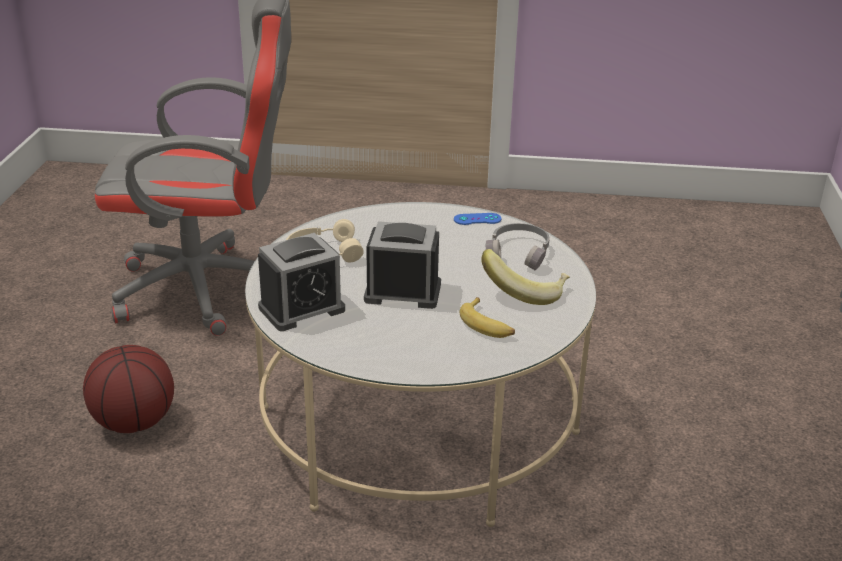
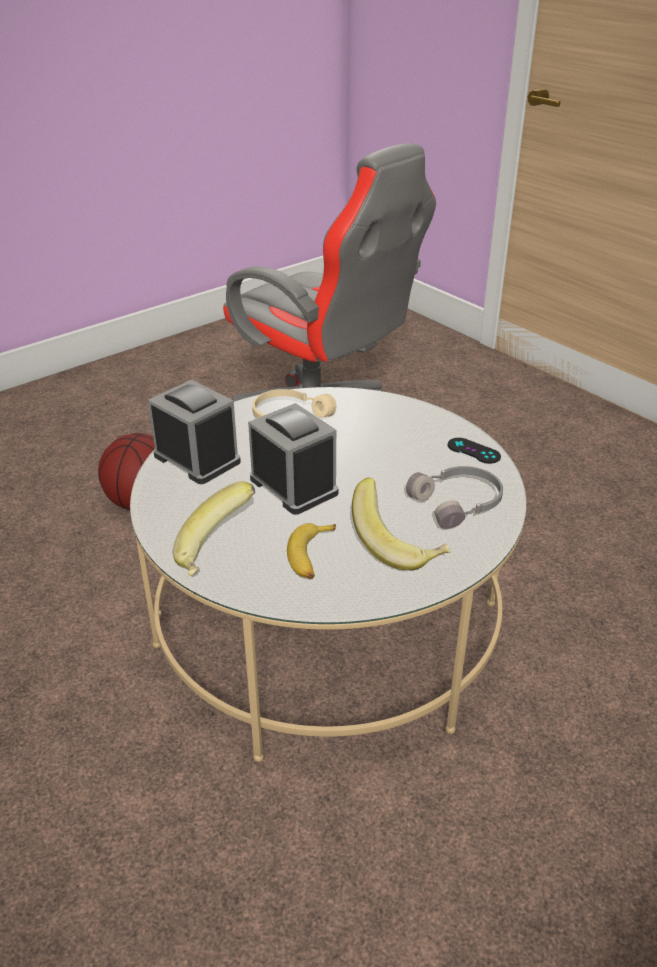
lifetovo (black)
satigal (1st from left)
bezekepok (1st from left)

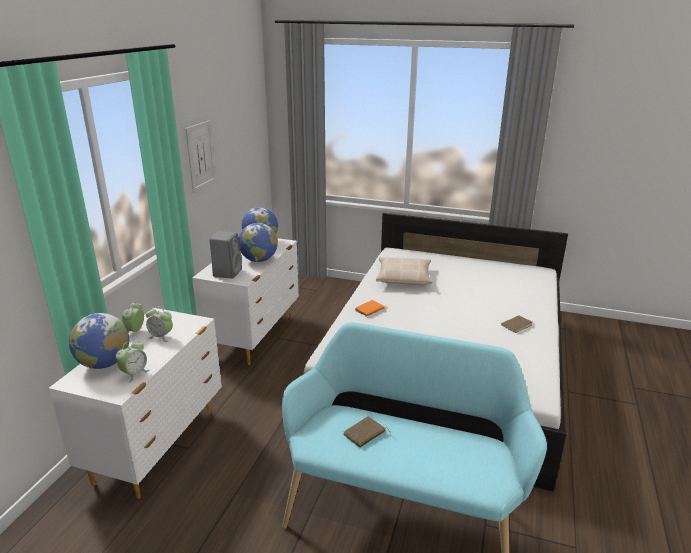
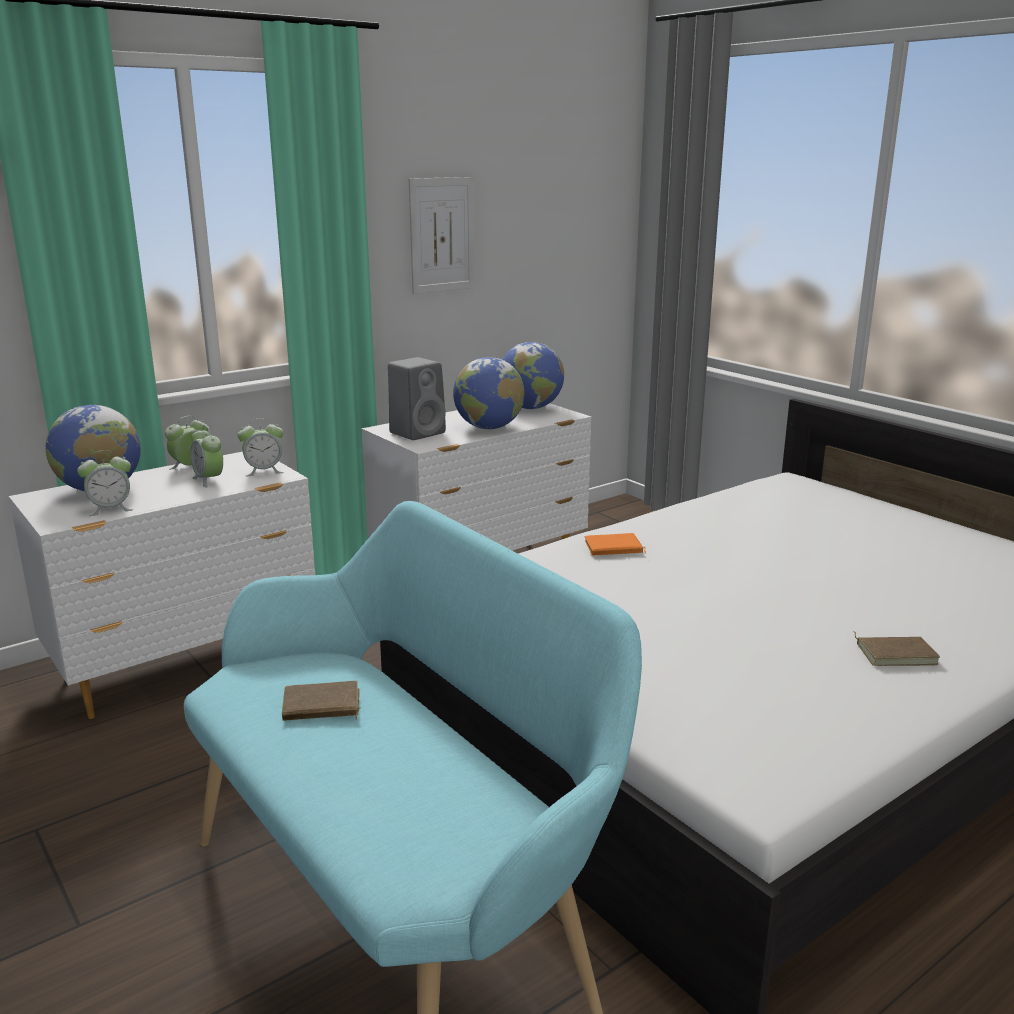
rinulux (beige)
satigal (4th from left)

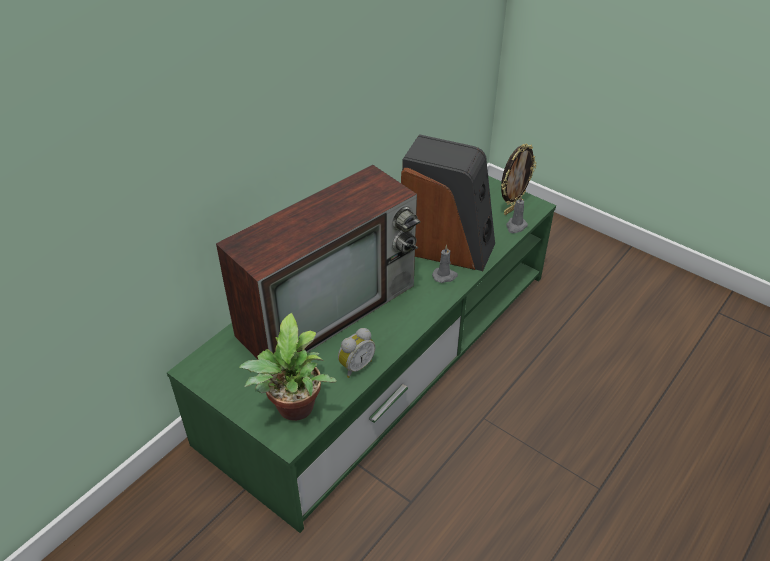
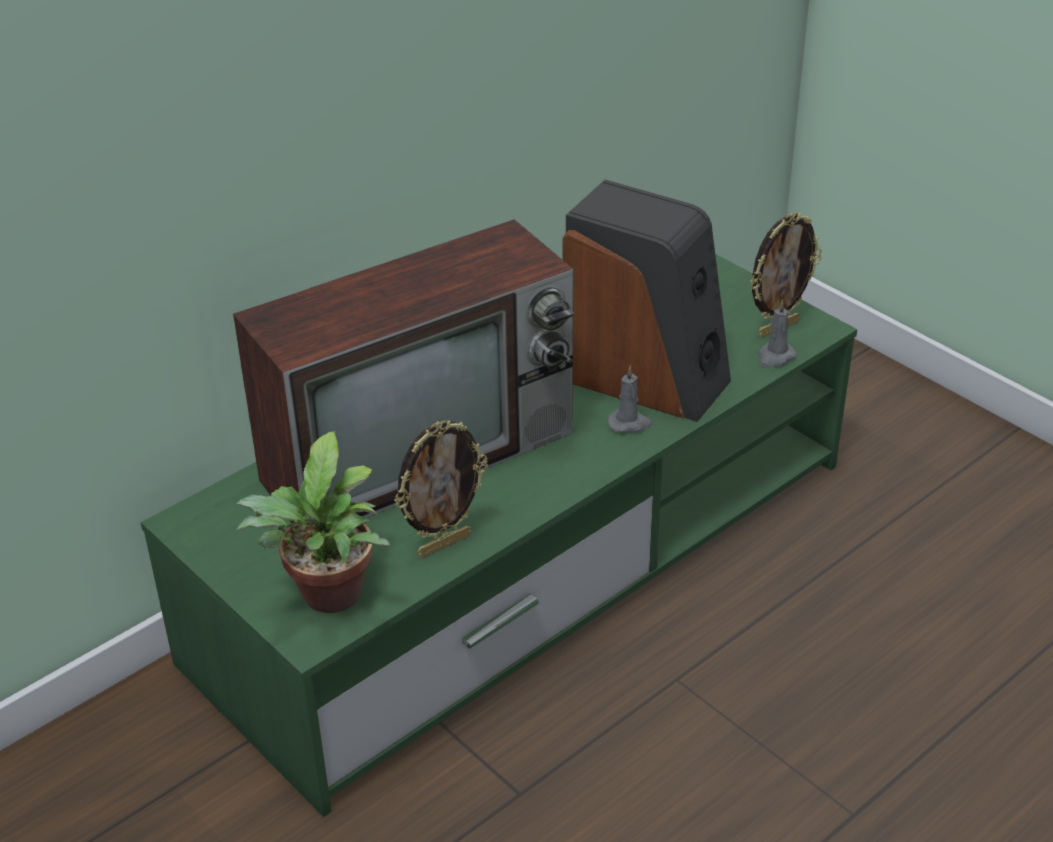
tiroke (1st from left)

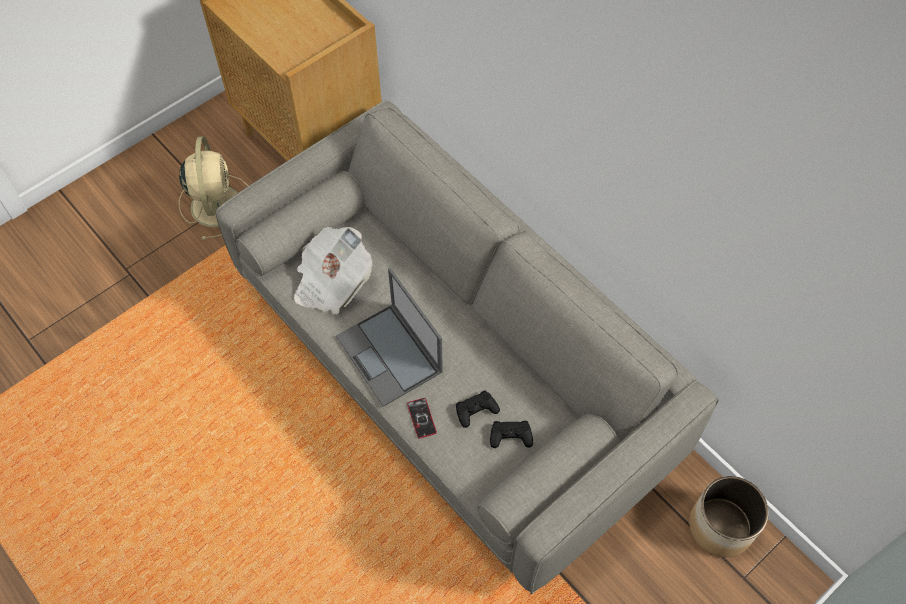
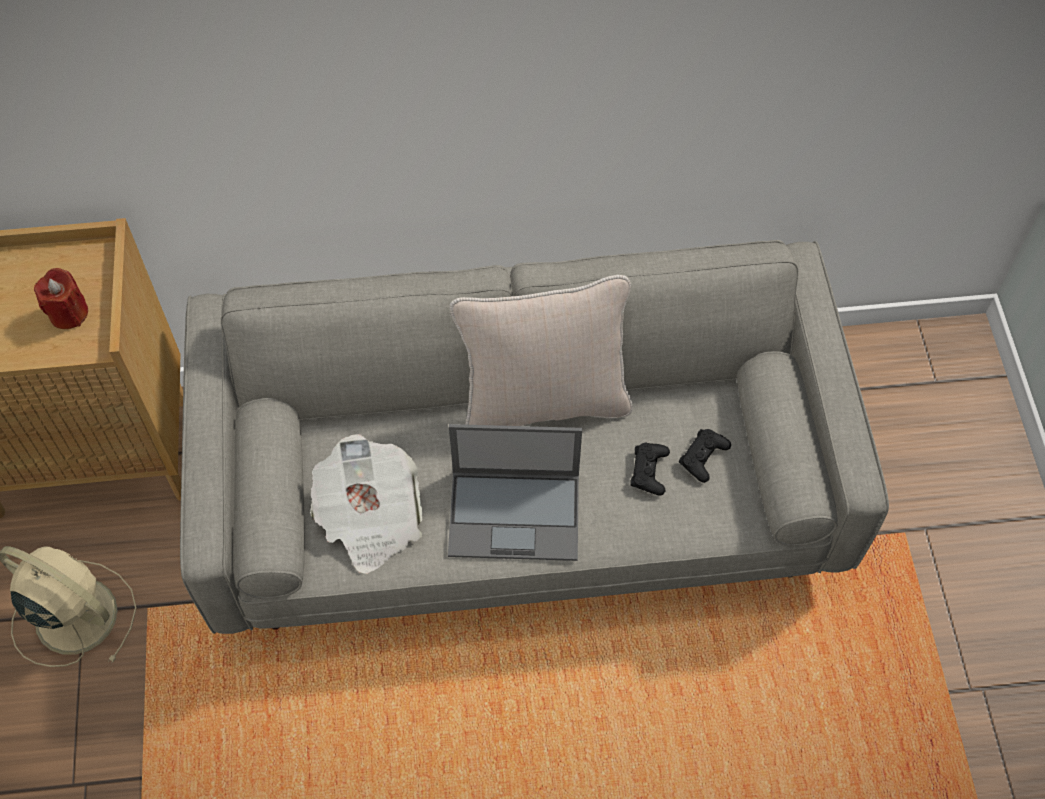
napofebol
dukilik
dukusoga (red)
rinulux (beige)

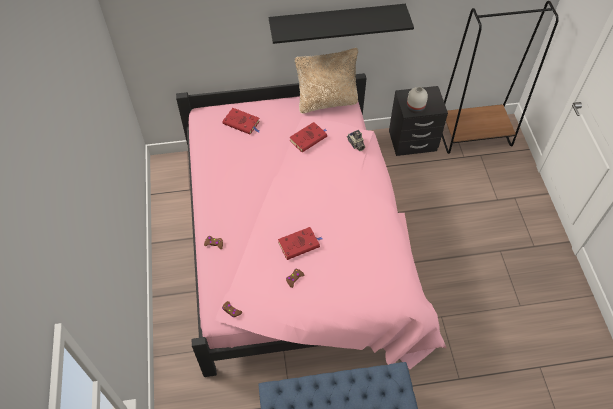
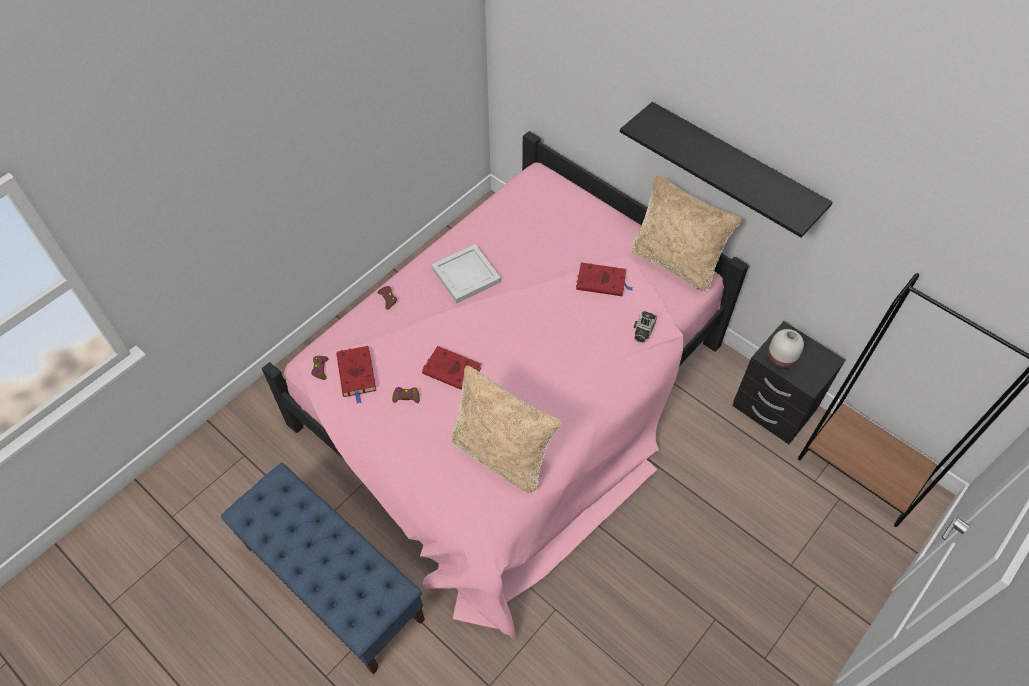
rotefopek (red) (1st from left)
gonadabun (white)
rinulux (beige) (1st from left)

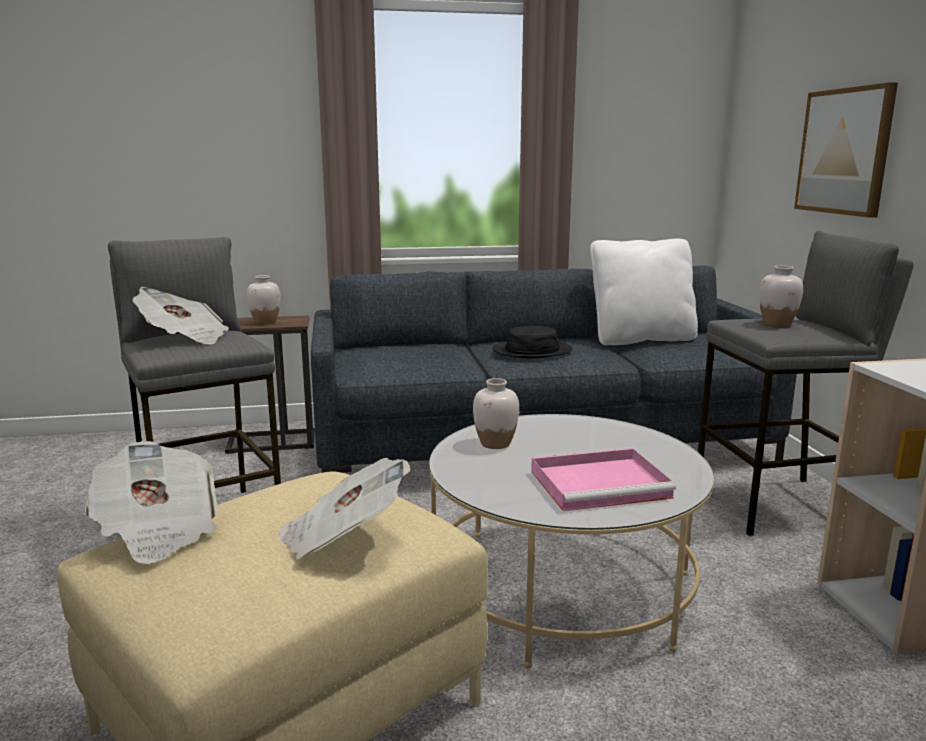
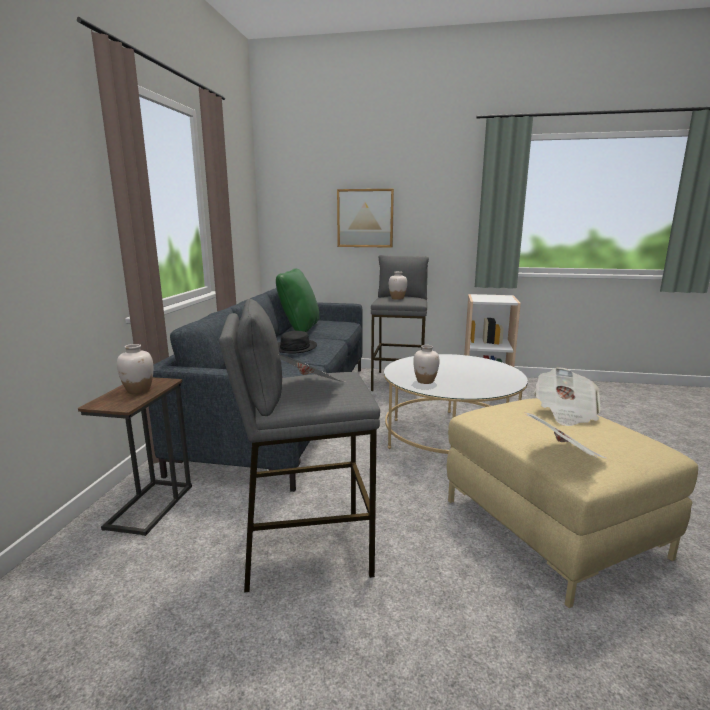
rinulux (green)
gonadabun (pink)

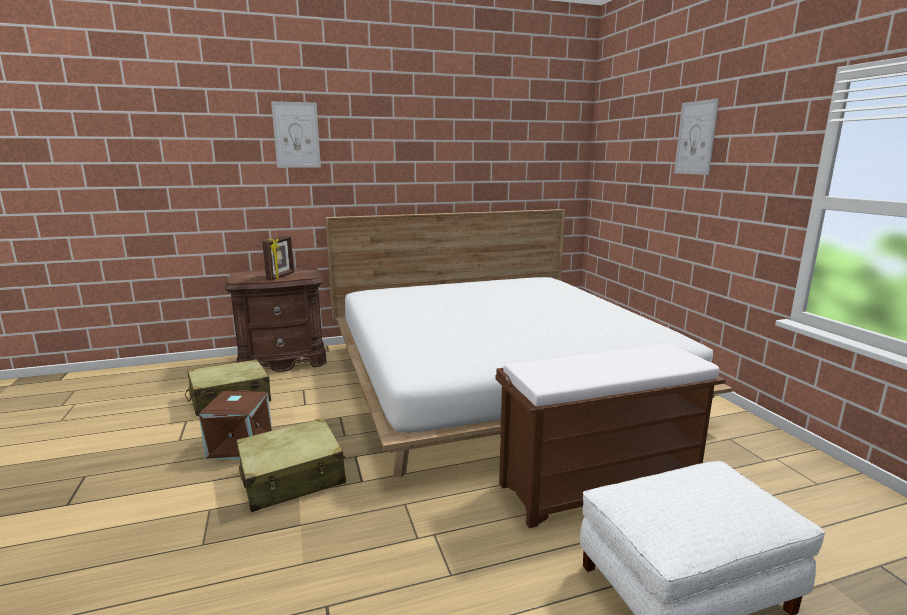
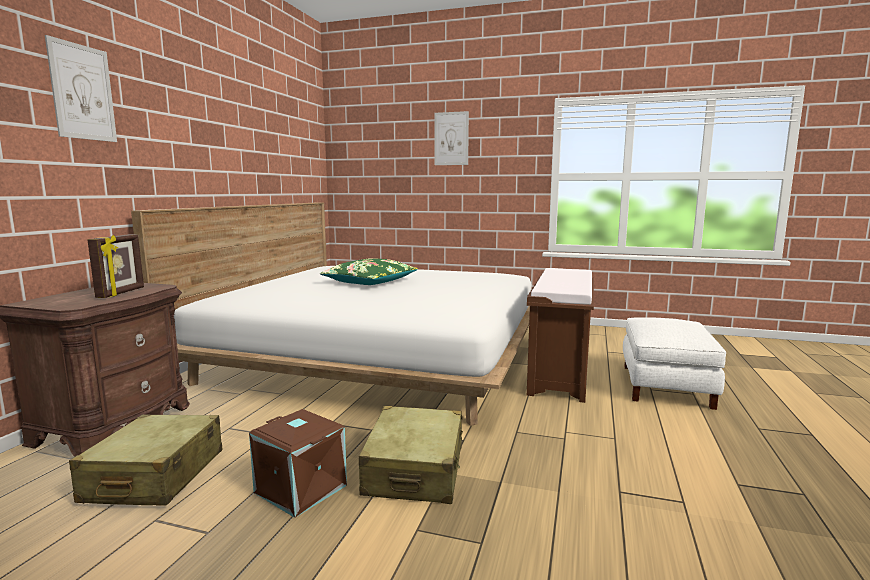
tiroke
rinulux (green)

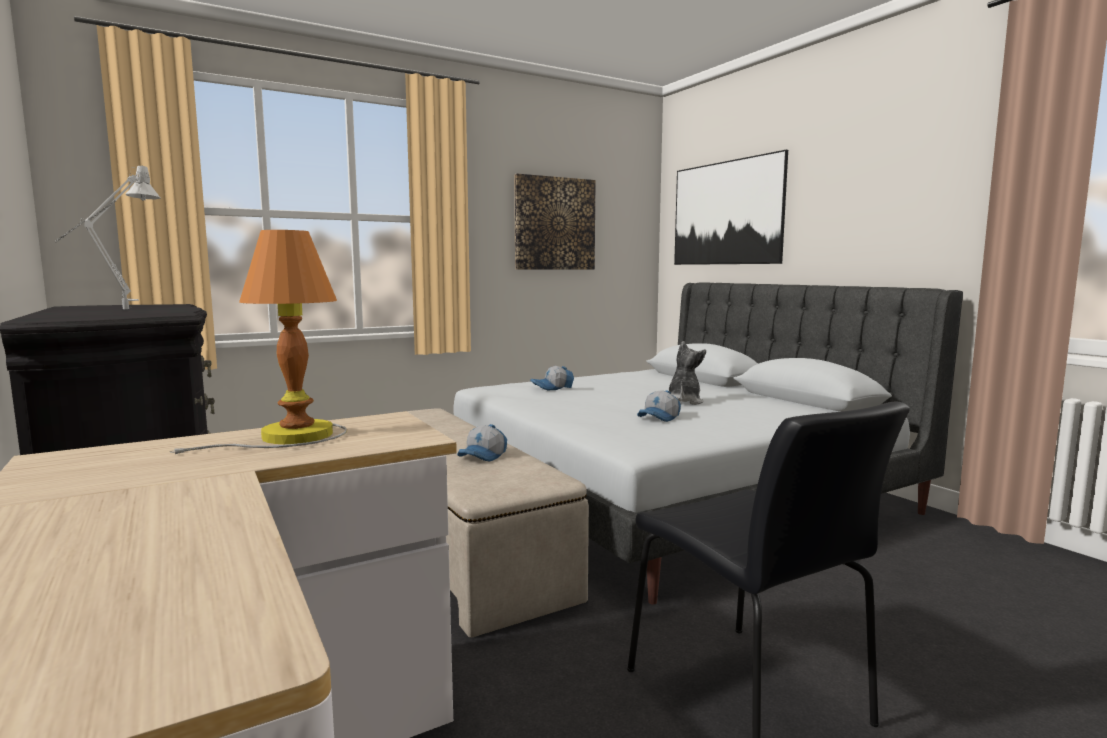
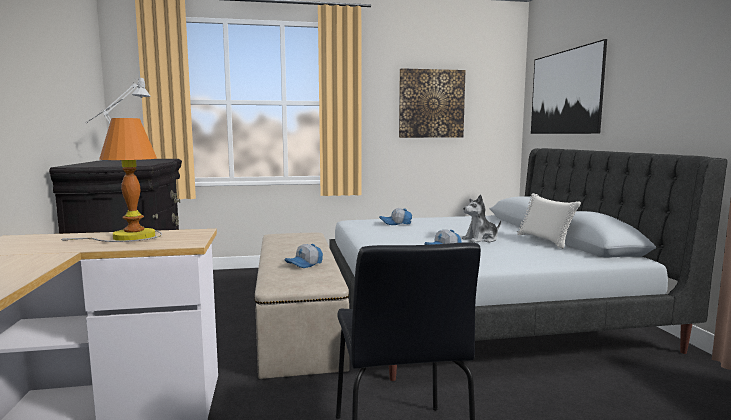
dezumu
rinulux (white)

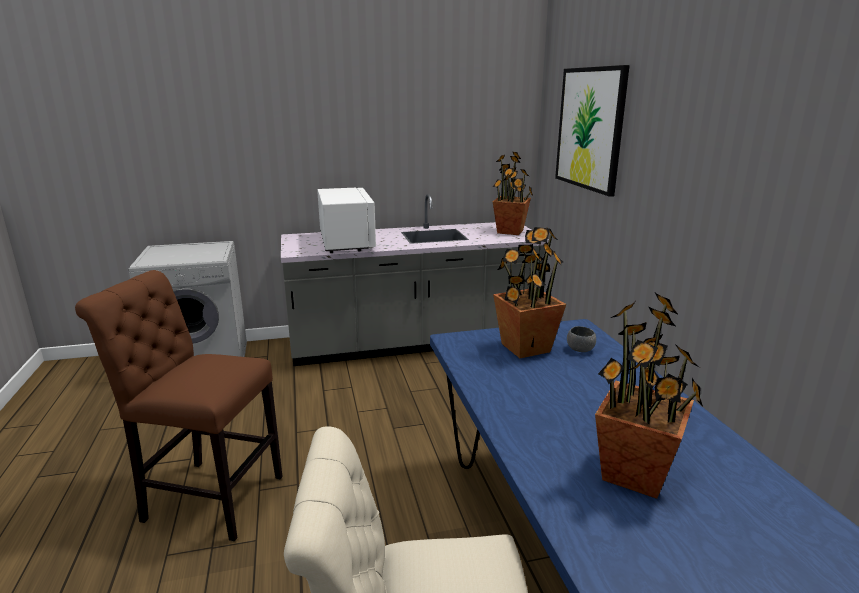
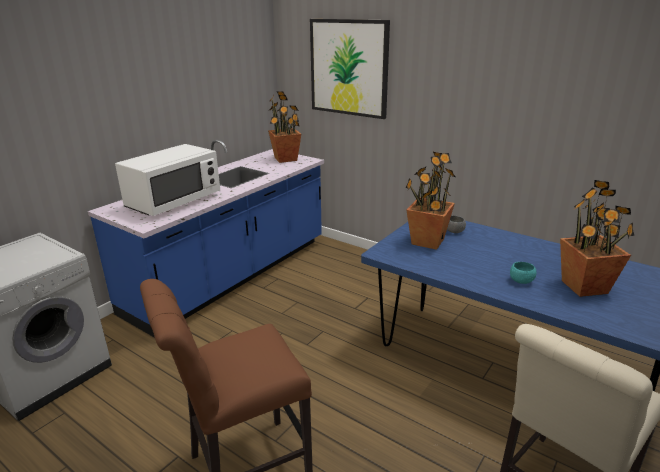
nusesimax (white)
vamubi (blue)
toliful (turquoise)

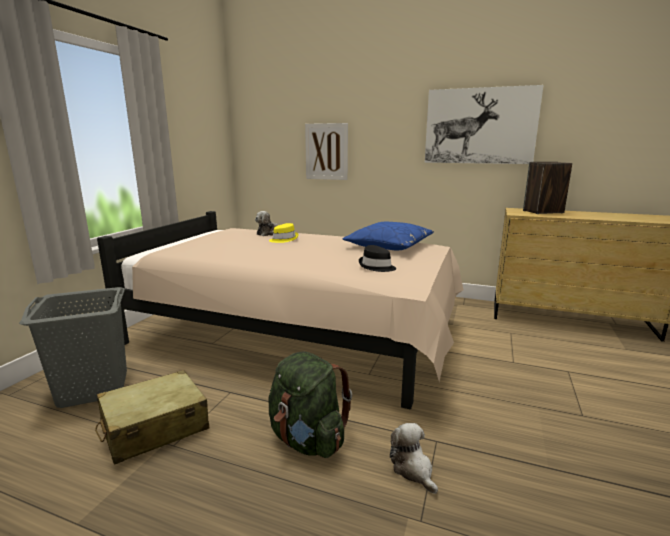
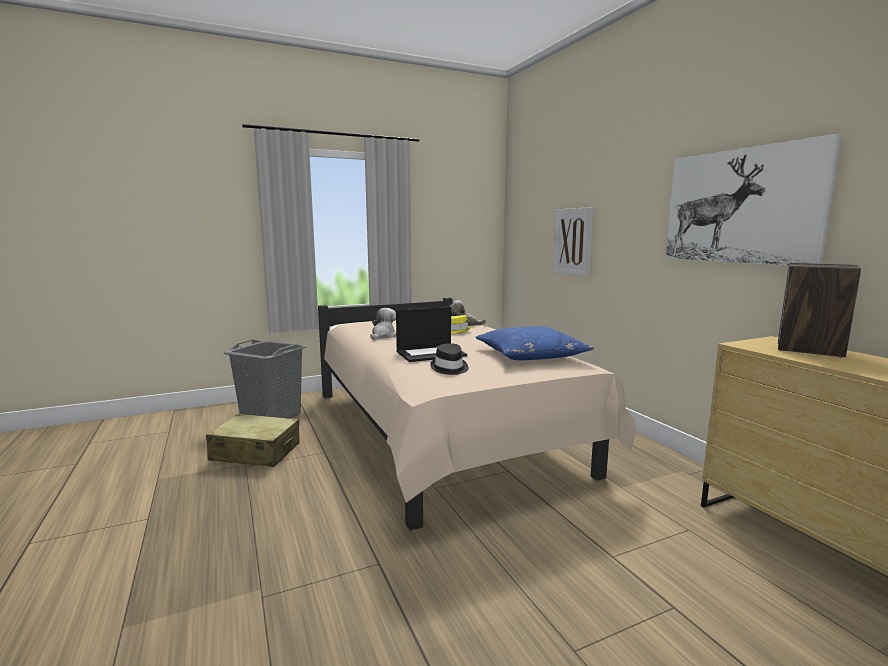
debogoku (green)
dezumu (1st from left)
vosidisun

